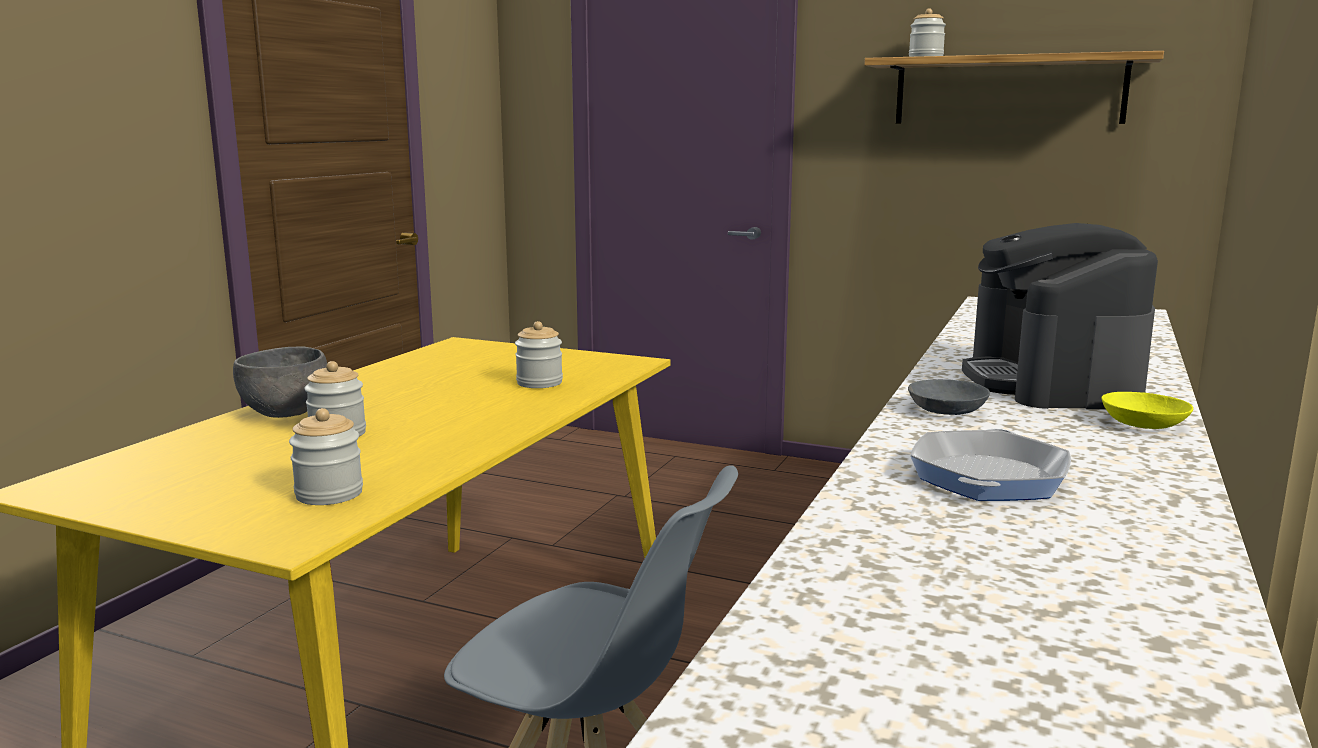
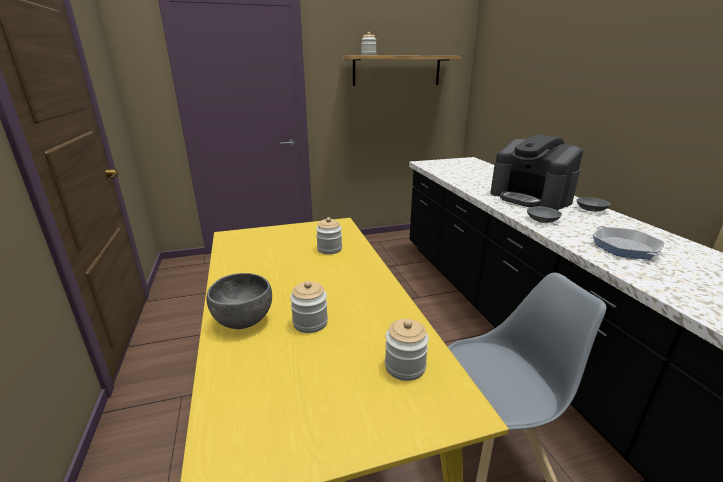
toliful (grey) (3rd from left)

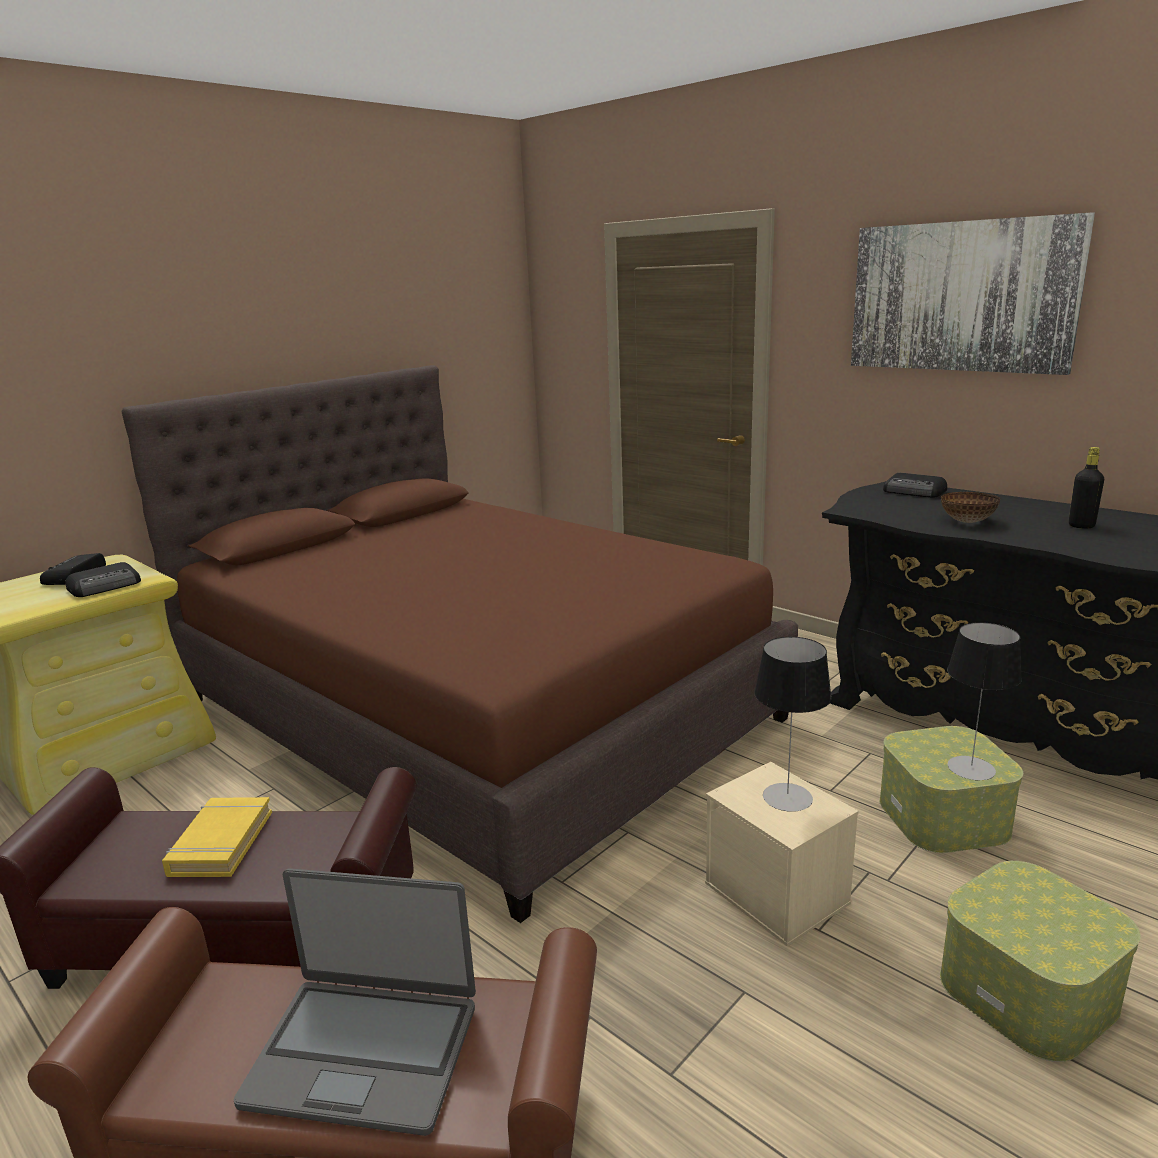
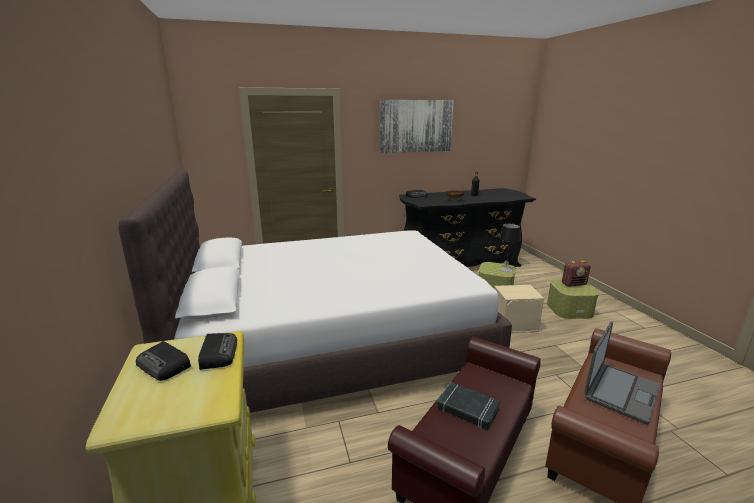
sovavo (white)
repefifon (1st from left in the first image)
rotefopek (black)
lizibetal (4th from left)

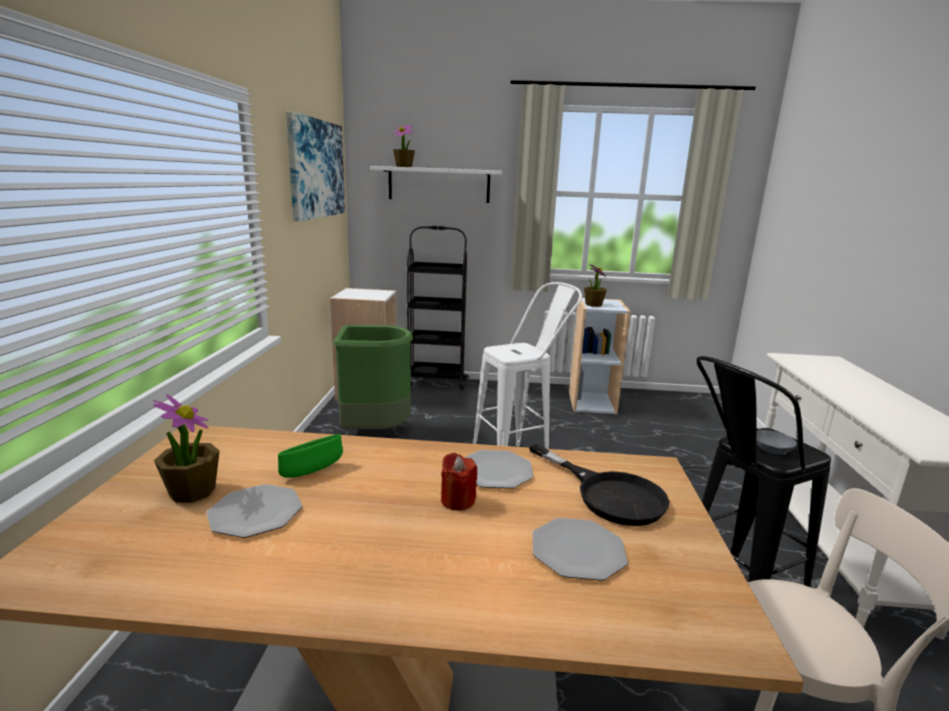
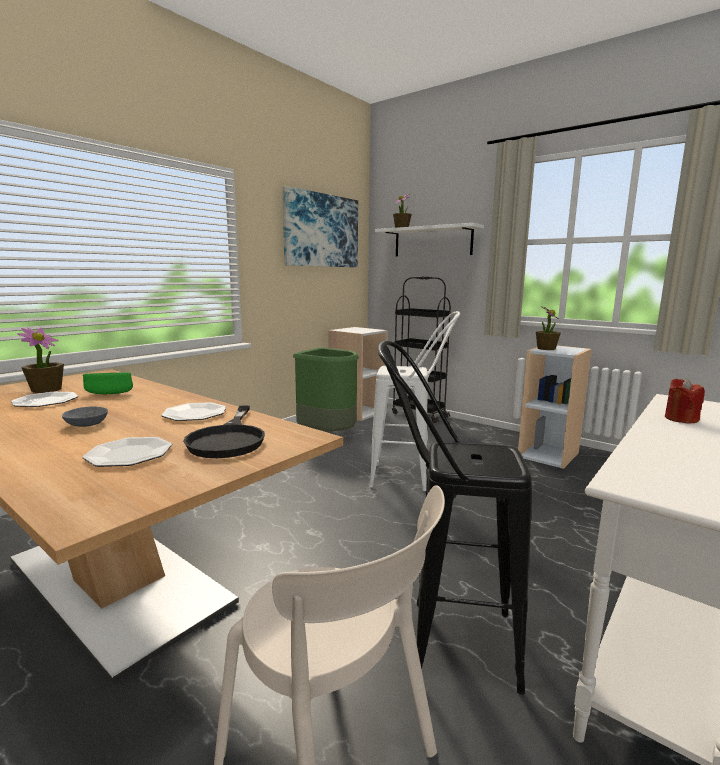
toliful (grey)
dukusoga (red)

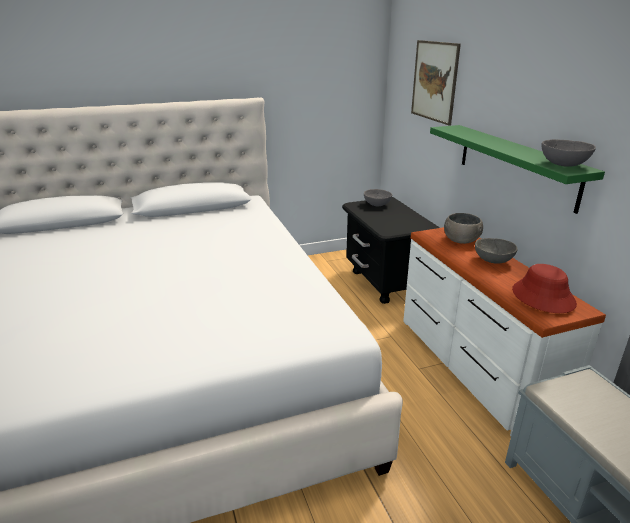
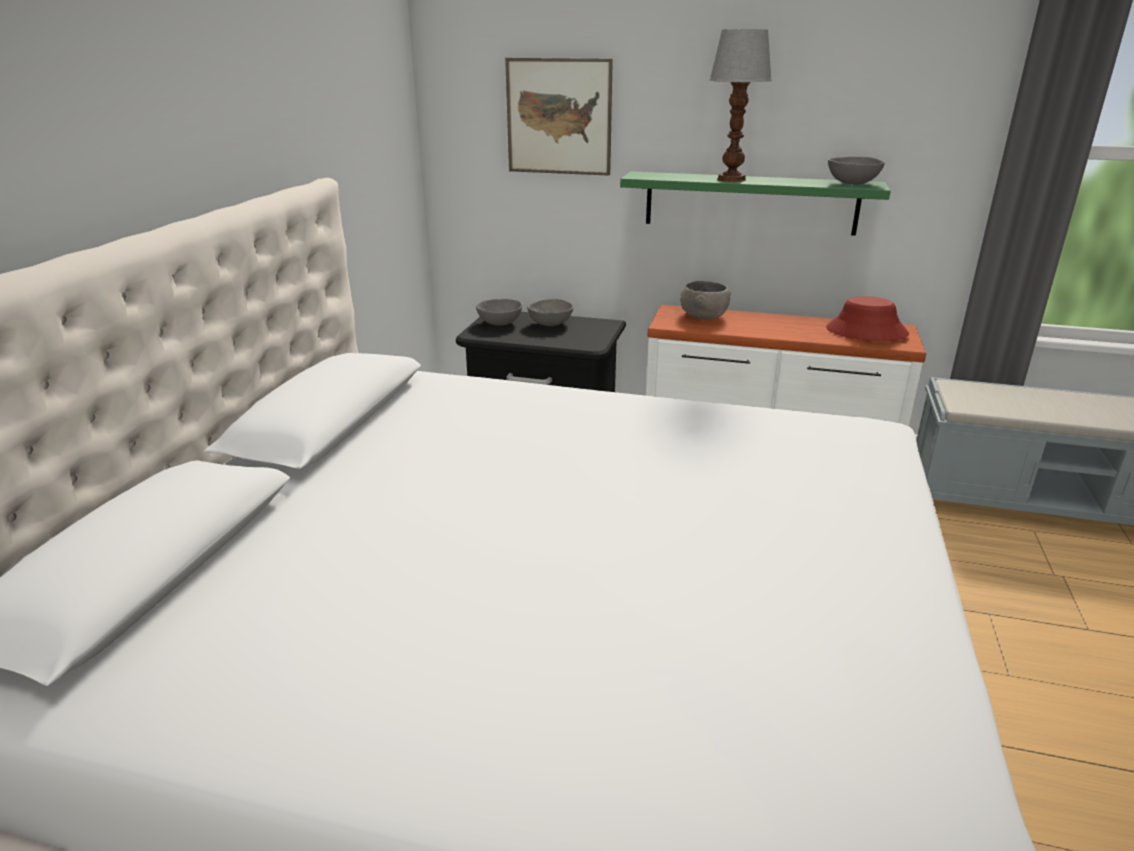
toliful (grey) (2nd from left)
repefifon

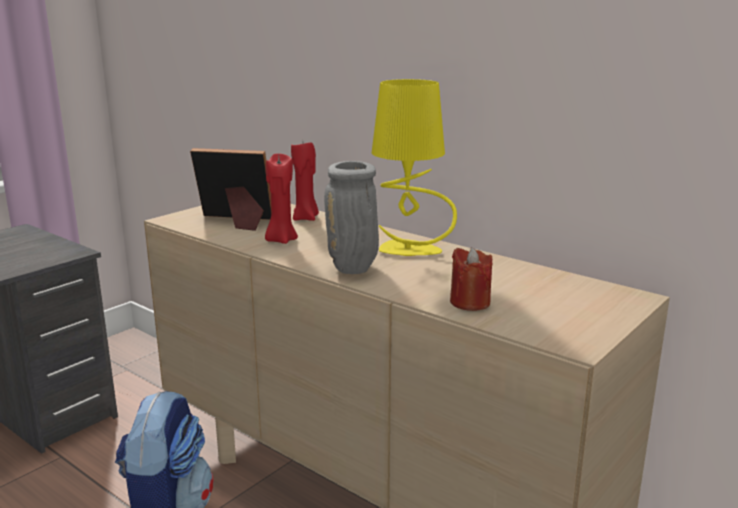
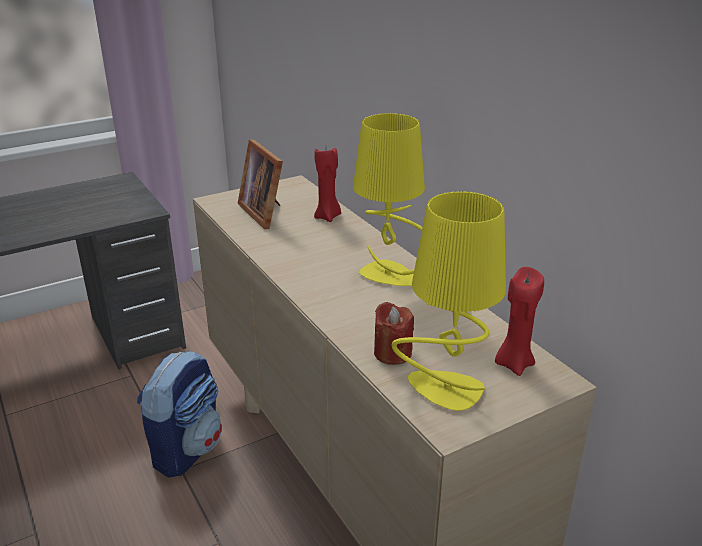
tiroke
dukusoga (red) (3rd from left)
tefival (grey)
repefifon (yellow) (2nd from left)

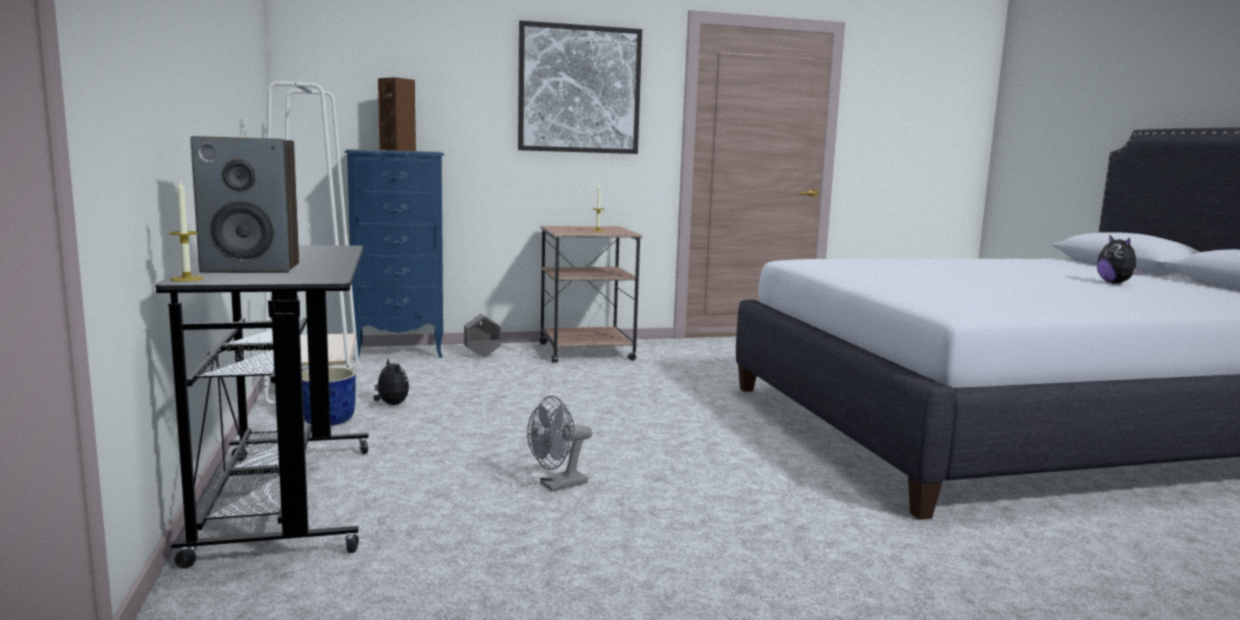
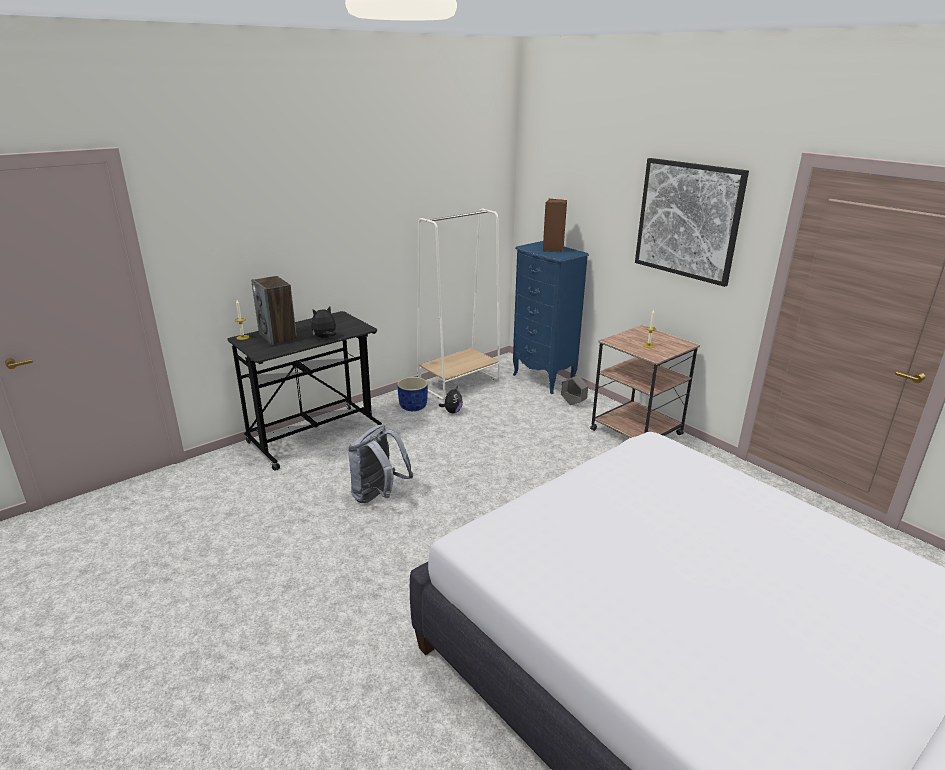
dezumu (1st from left)
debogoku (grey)

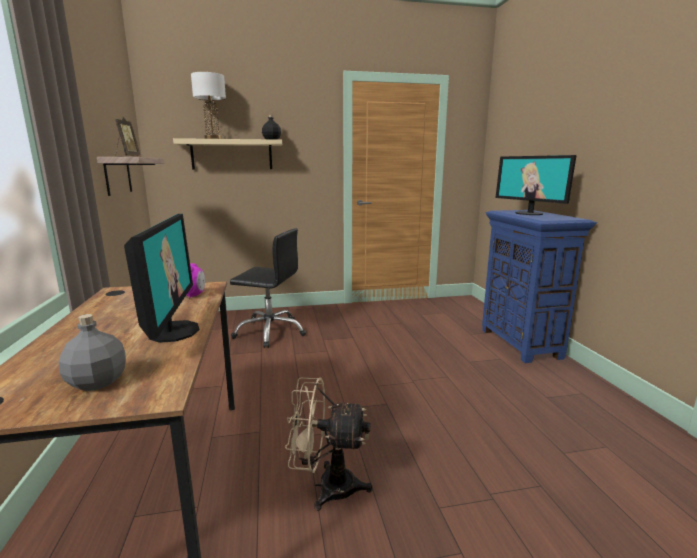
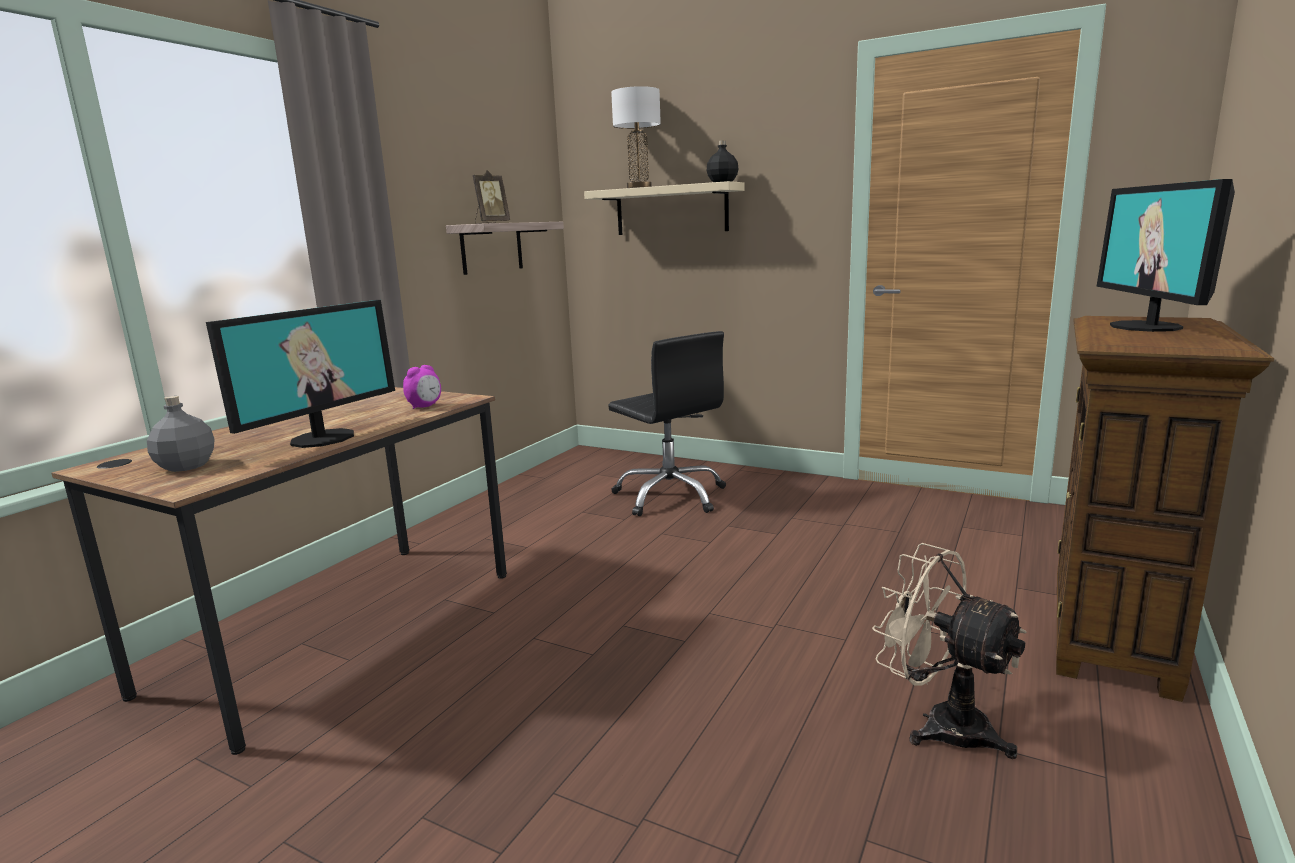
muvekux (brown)
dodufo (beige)

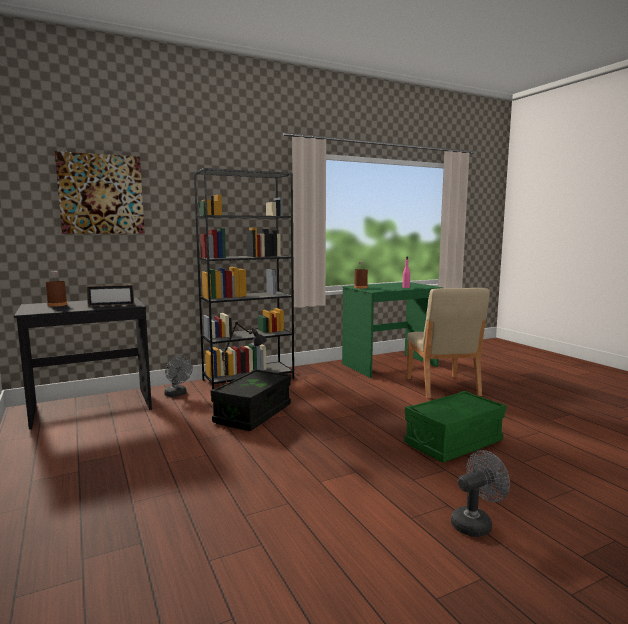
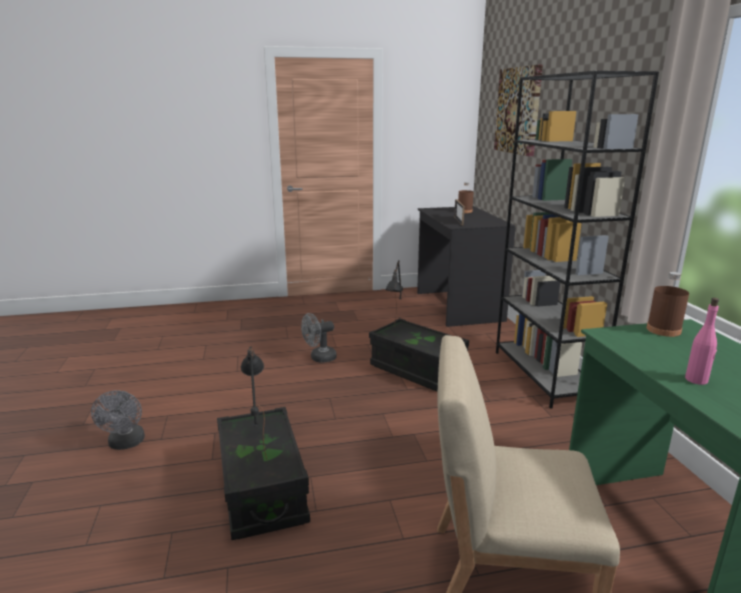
dodufo (grey) (2nd from left)
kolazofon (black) (1st from left)
repefifon (black) (1st from left)

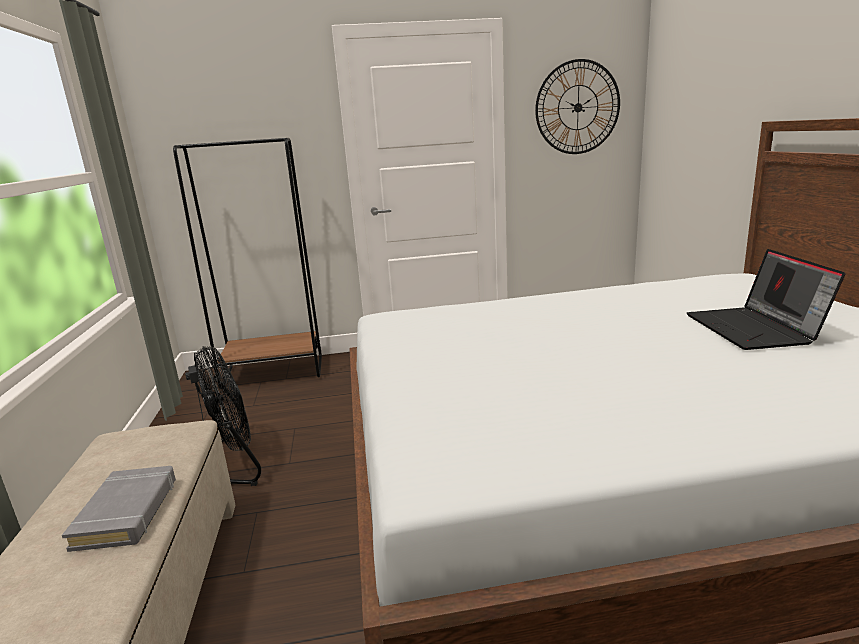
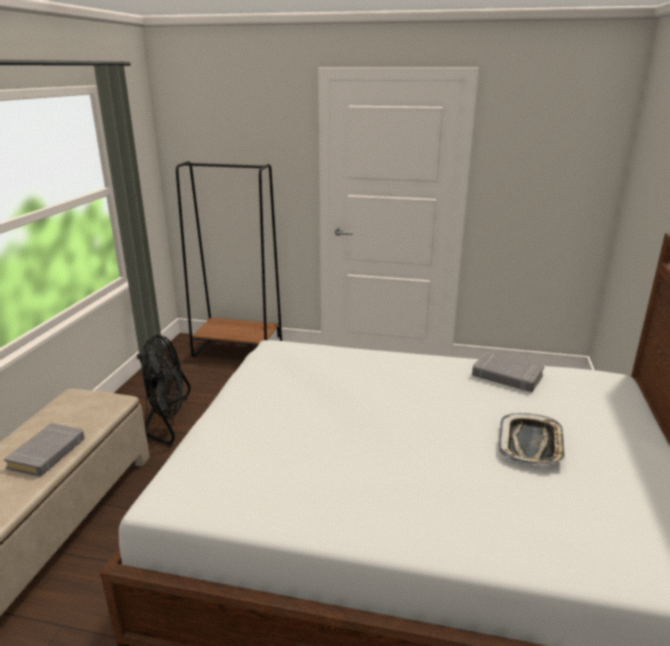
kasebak
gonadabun
rotefopek (grey) (2nd from left)

